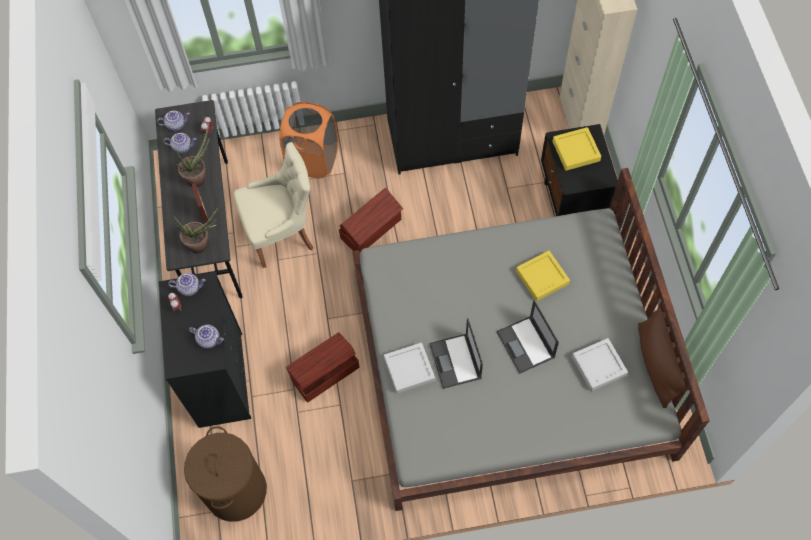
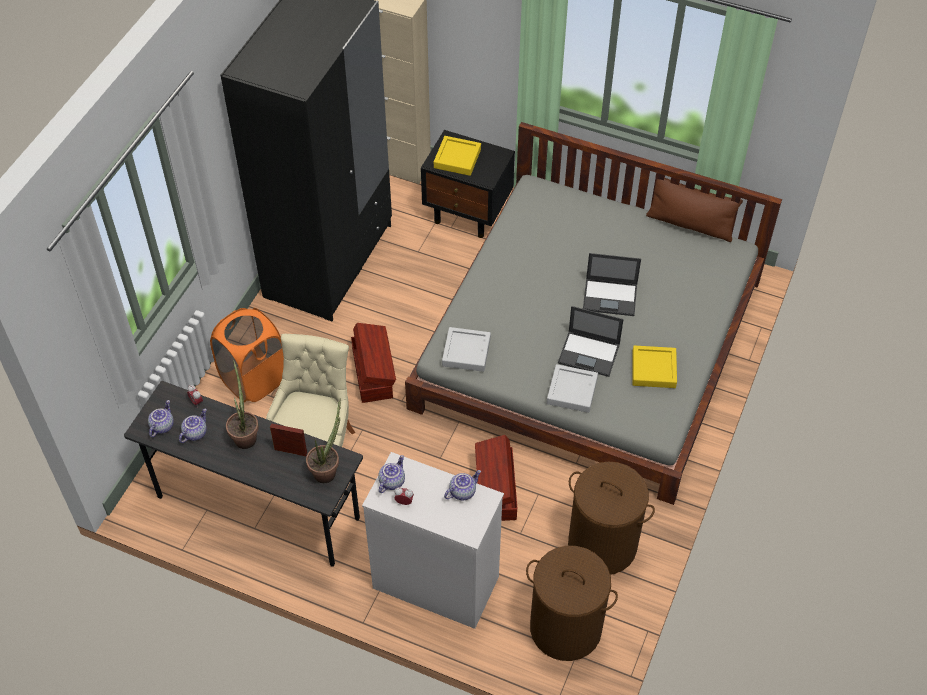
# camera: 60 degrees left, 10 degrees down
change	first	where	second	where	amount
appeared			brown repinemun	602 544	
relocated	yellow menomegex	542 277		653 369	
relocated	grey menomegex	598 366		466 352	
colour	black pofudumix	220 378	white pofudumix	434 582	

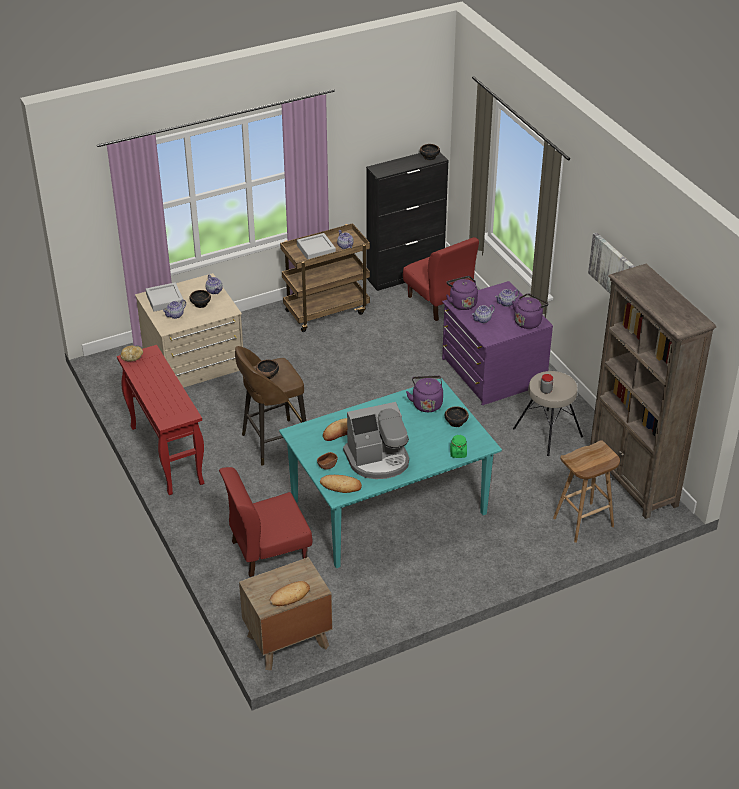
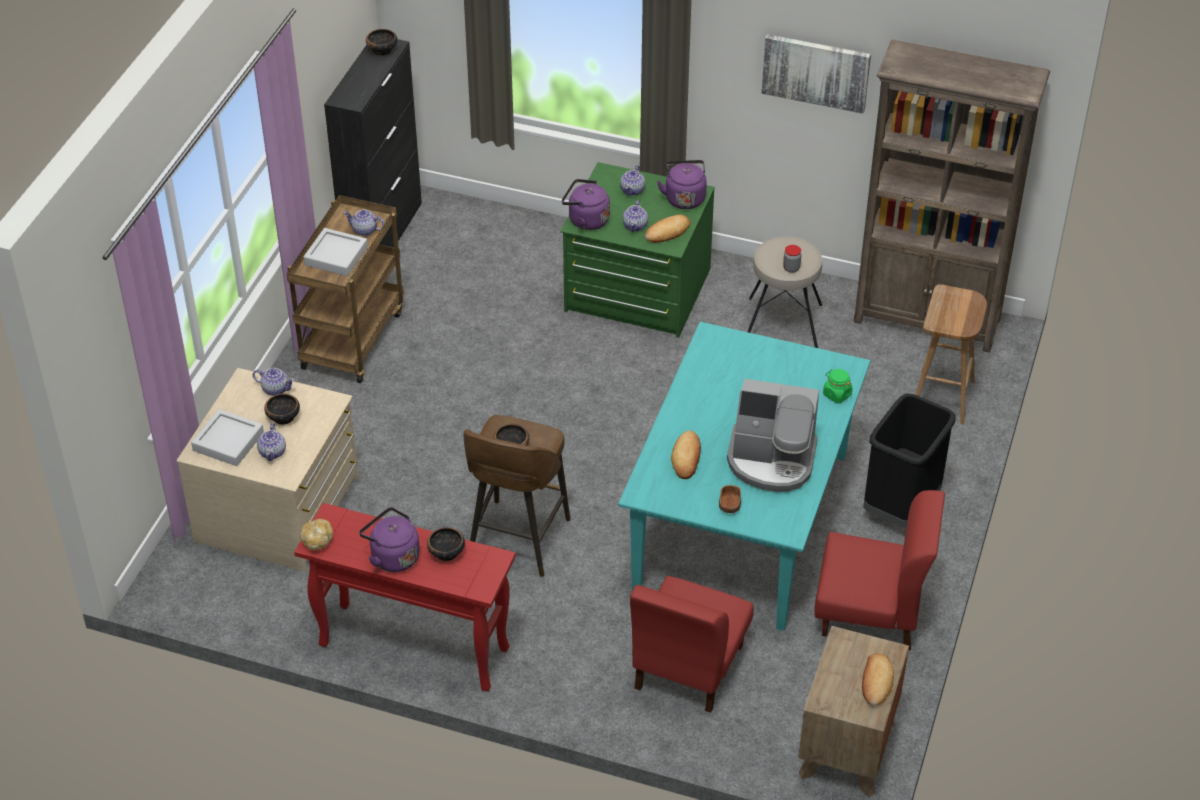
# camera: 45 degrees left, 5 degrees up
change	first	where	second	where	amount
appeared			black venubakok	901 507	
relocated	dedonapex	341 486		667 232	
relocated	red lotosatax	439 301		870 613	
relocated	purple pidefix	426 403		392 556	
relocated	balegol	455 422		446 553	
colour	purple pofudumix	492 372	green pofudumix	637 291	
spun	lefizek	378 460		771 461	75 degrees clockwise

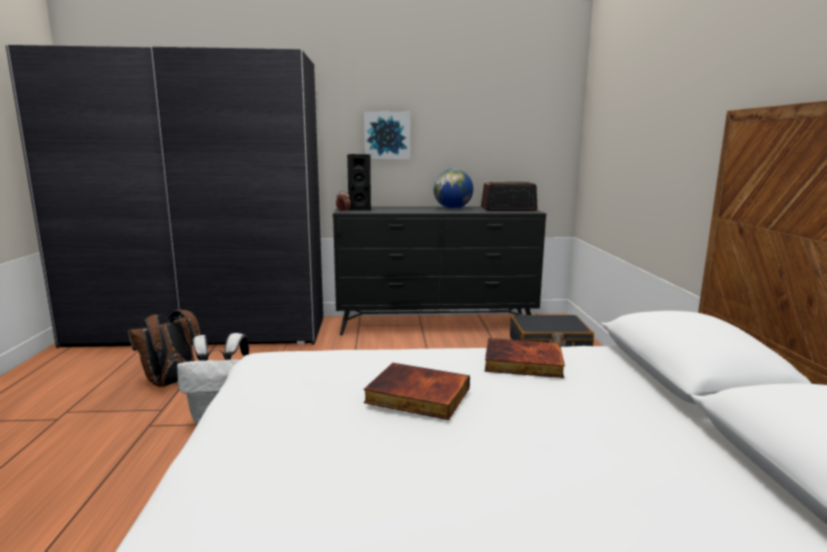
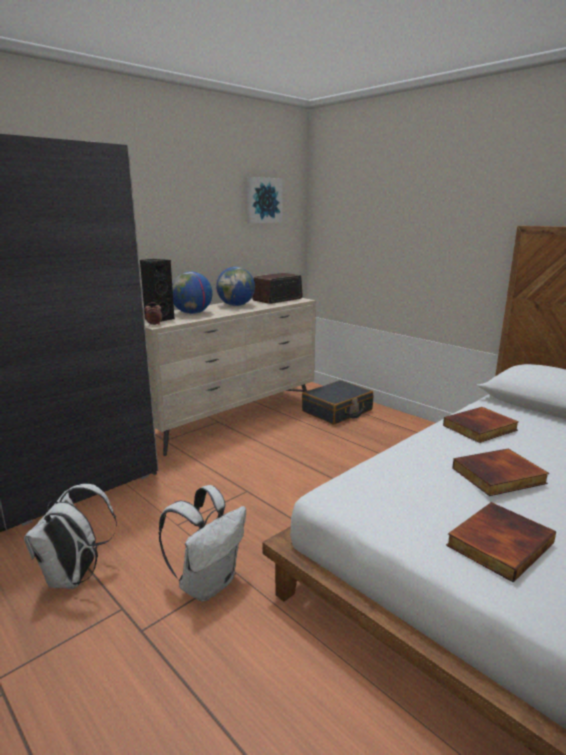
# camera: 40 degrees left, 5 degrees up
change	first	where	second	where	amount
appeared			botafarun	192 313	
appeared			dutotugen	498 543	
relocated	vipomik	387 135		263 200	
colour	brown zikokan	172 382	white zikokan	75 577	
colour	black pofudumix	436 325	beige pofudumix	232 418	

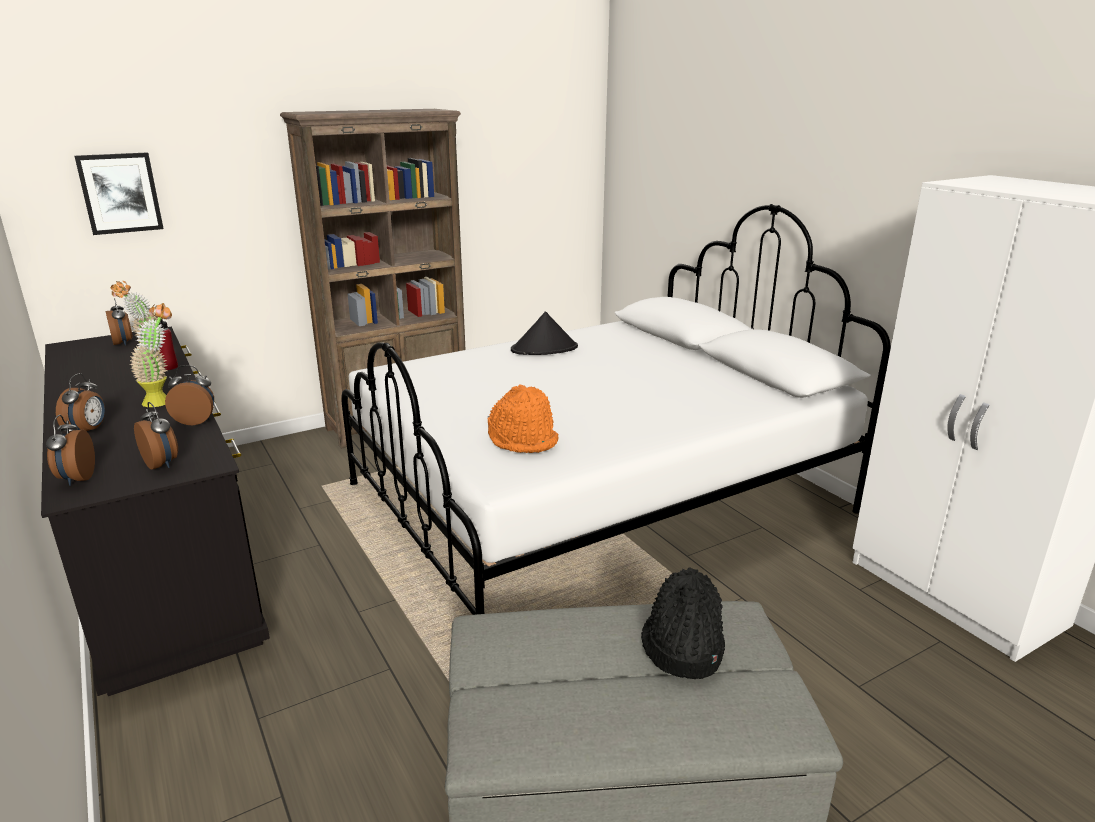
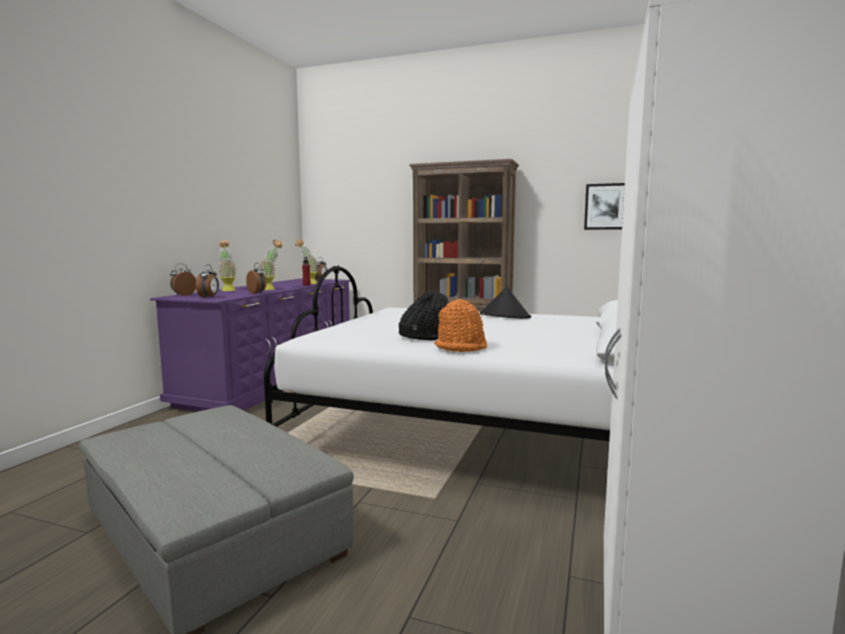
# camera: 50 degrees right, 15 degrees down
change	first	where	second	where	amount
relocated	vipomik	120 193		605 206	
relocated	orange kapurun	523 440		461 347	
relocated	black kapurun	681 647		425 336	
exchanged	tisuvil	88 431	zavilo	227 290	
colour	black pofudumix	164 556	purple pofudumix	274 380	

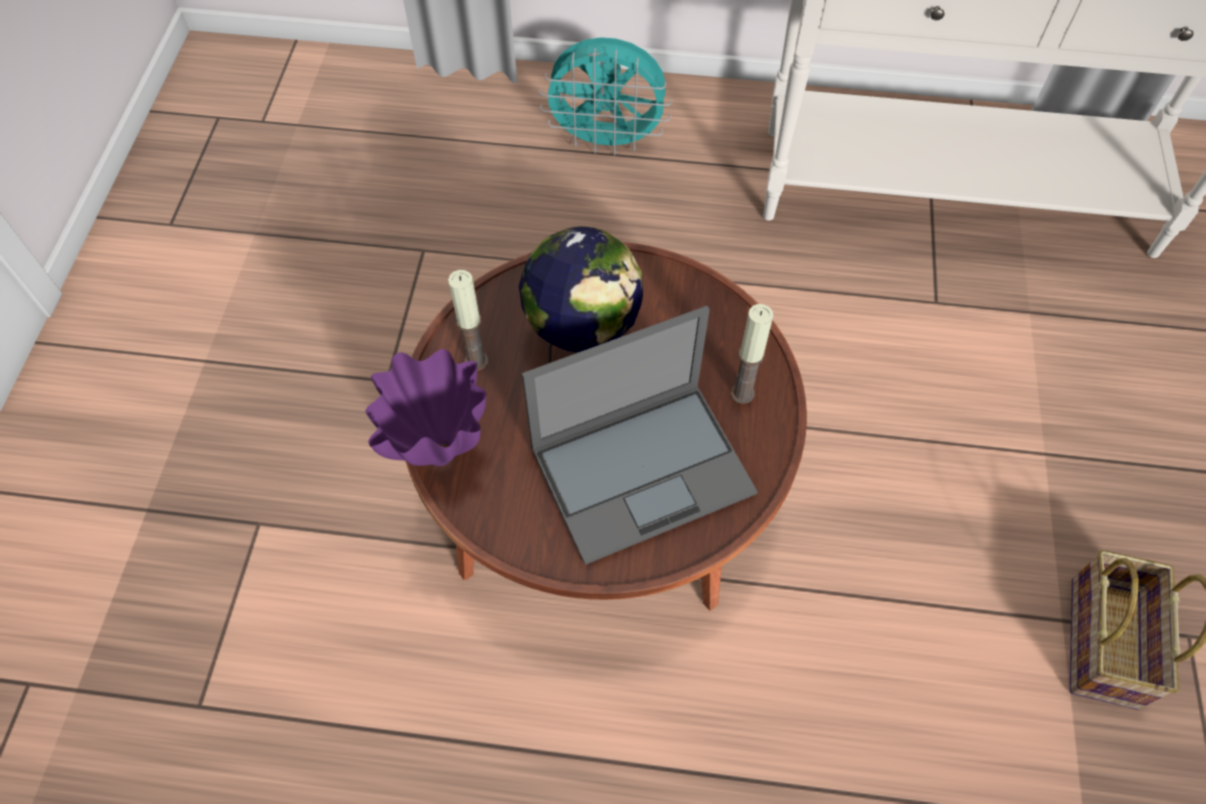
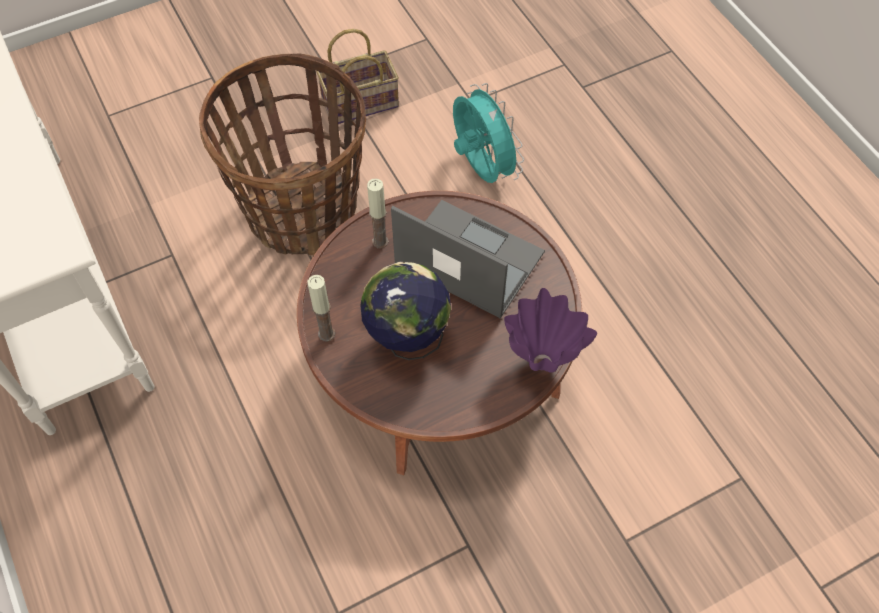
# camera: 125 degrees left, 0 degrees up
change	first	where	second	where	amount
appeared			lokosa	303 211	
relocated	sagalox	476 361		326 334	
relocated	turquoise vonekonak	607 141		481 169	

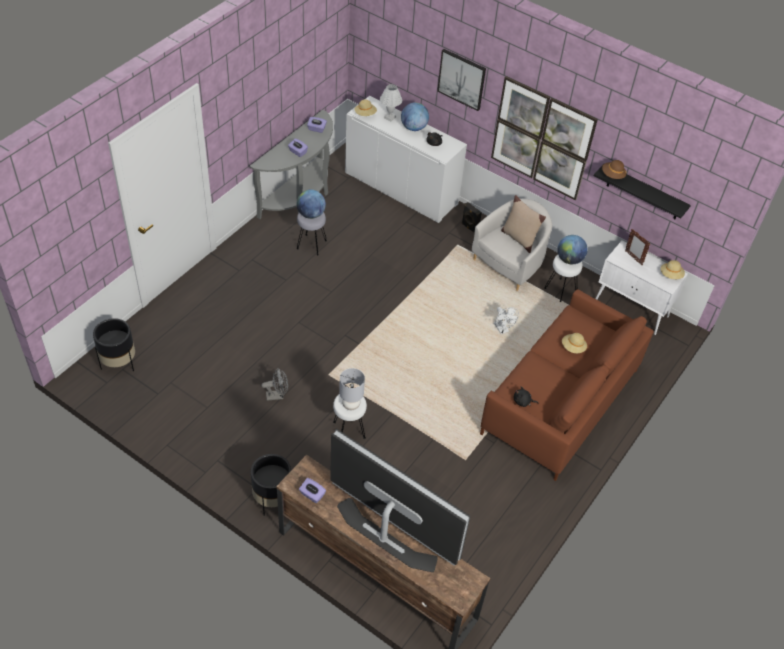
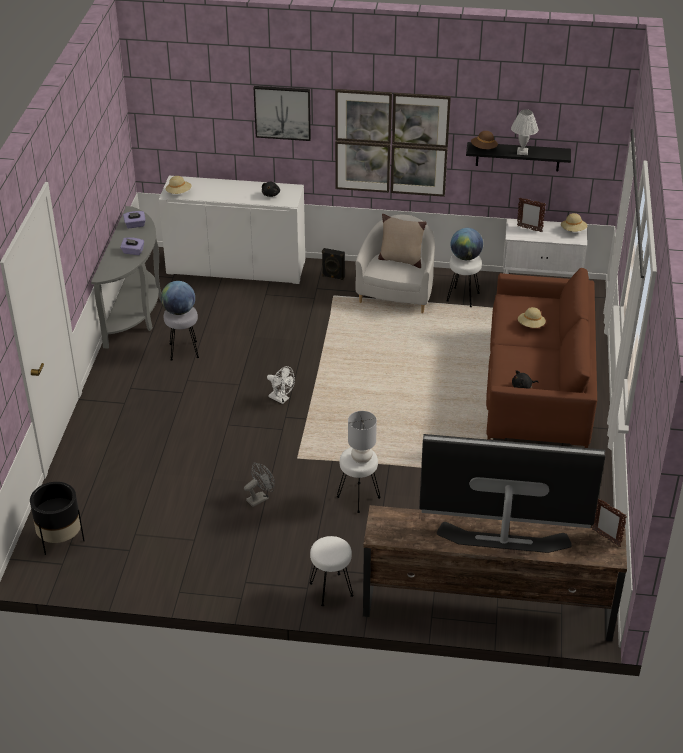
# camera: 25 degrees left, 10 degrees down
change	first	where	second	where	amount
missing	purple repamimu	312 495			
missing	botafarun	413 127			
appeared			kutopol	605 538	
relocated	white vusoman	389 117		522 152	
relocated	white vonekonak	502 329		281 399	
exchanged	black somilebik	272 498	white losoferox	331 590	

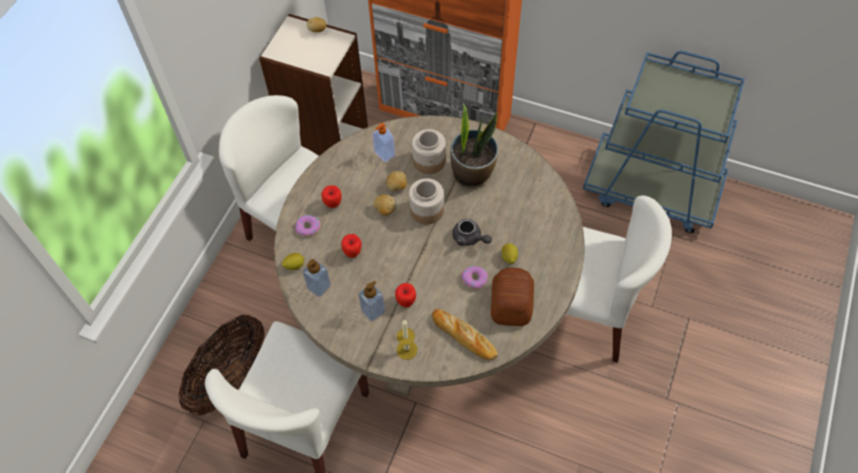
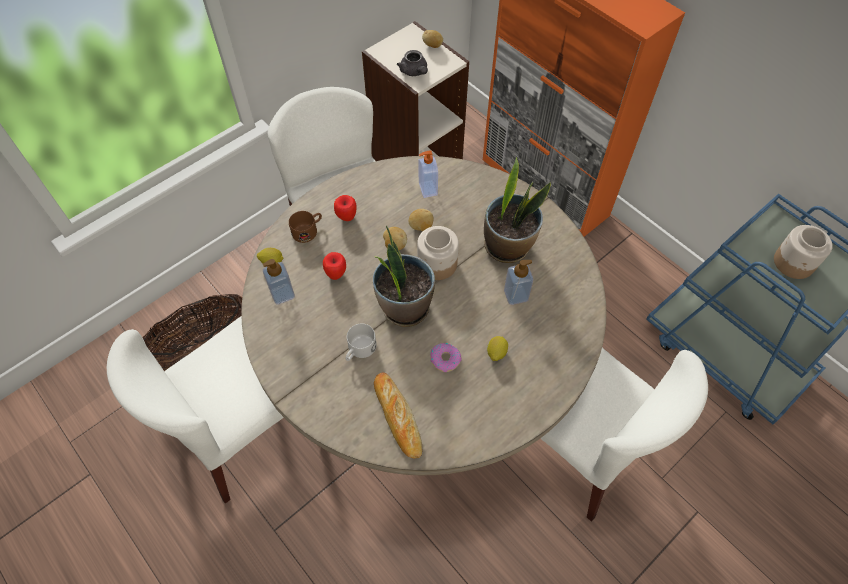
# camera: 25 degrees right, 0 degrees up
change	first	where	second	where	amount
missing	sagalox	407 350			
missing	dedonapex	510 304			
appeared			zavilo	404 307	
relocated	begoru	373 310		515 295	
relocated	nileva	429 161		794 263	
relocated	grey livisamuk	470 238		414 72	
exchanged	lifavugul	308 228	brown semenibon	308 230	
exchanged	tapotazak	406 302	white semenibon	359 350	

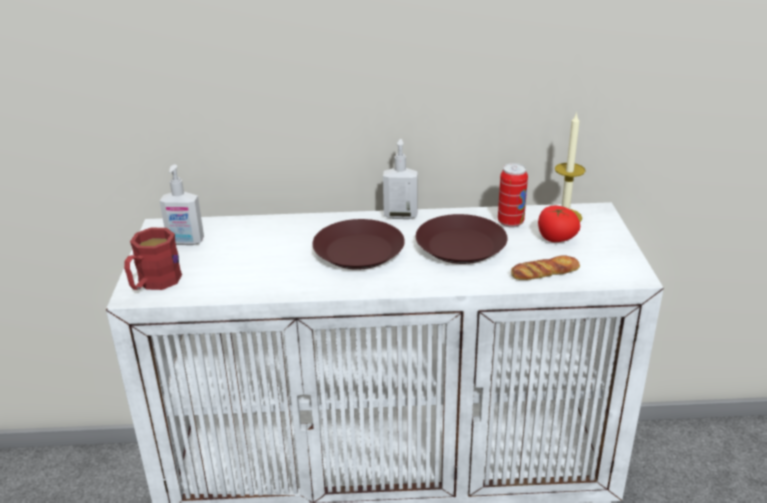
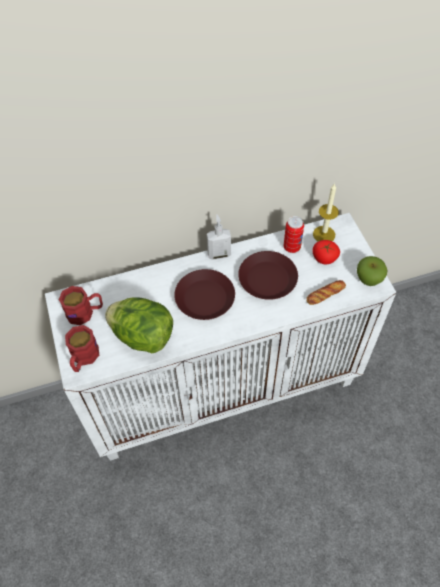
# camera: 15 degrees left, 25 degrees up
change	first	where	second	where	amount
appeared			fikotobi	143 336	
appeared			tapotazak	368 279	
exchanged	begoru	185 242	red semenibon	85 312	

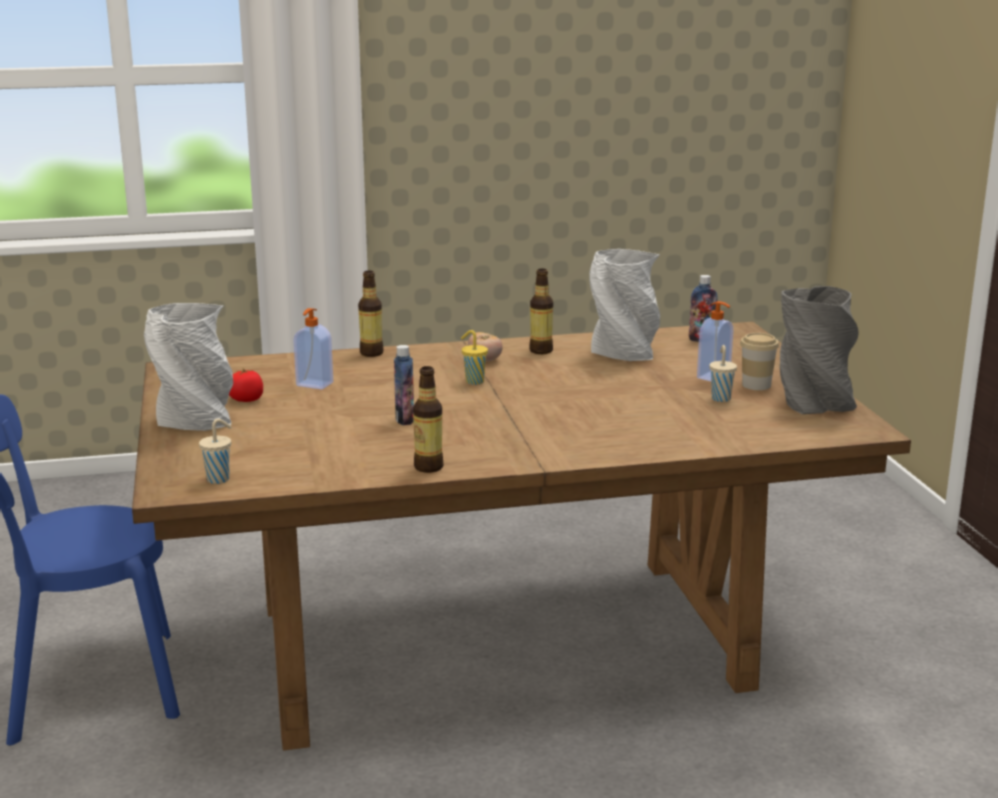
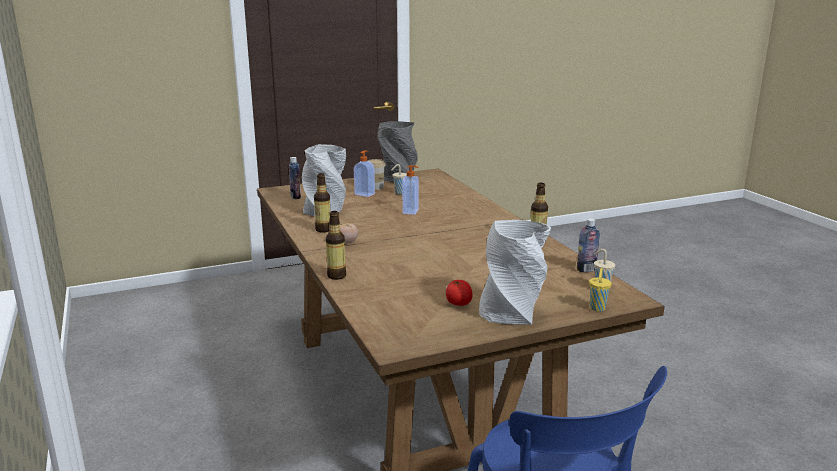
# camera: 100 degrees left, 0 degrees up
change	first	where	second	where	amount
relocated	begoru	314 385		411 211	
relocated	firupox	404 420		586 269	
relocated	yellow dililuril	473 381		597 308	

